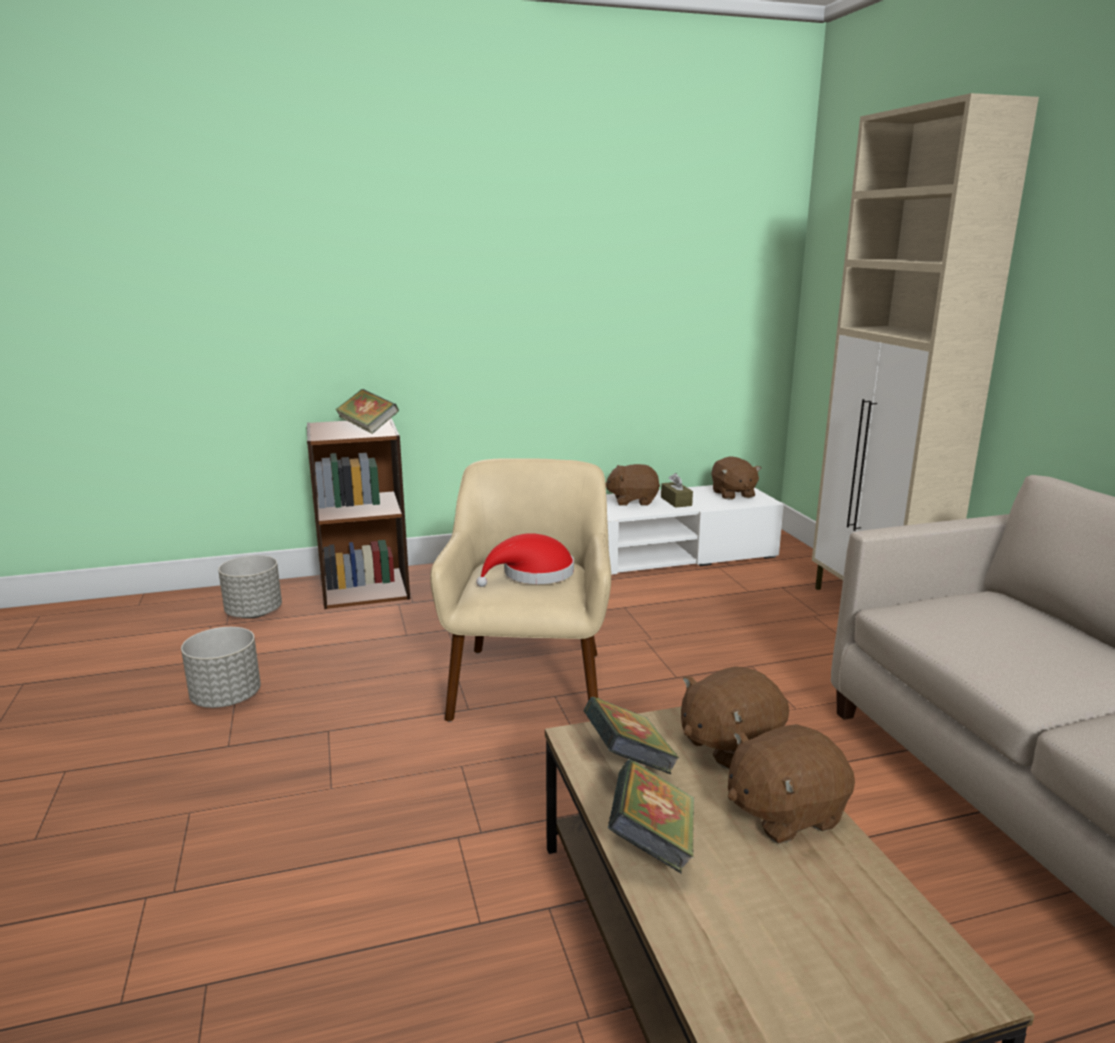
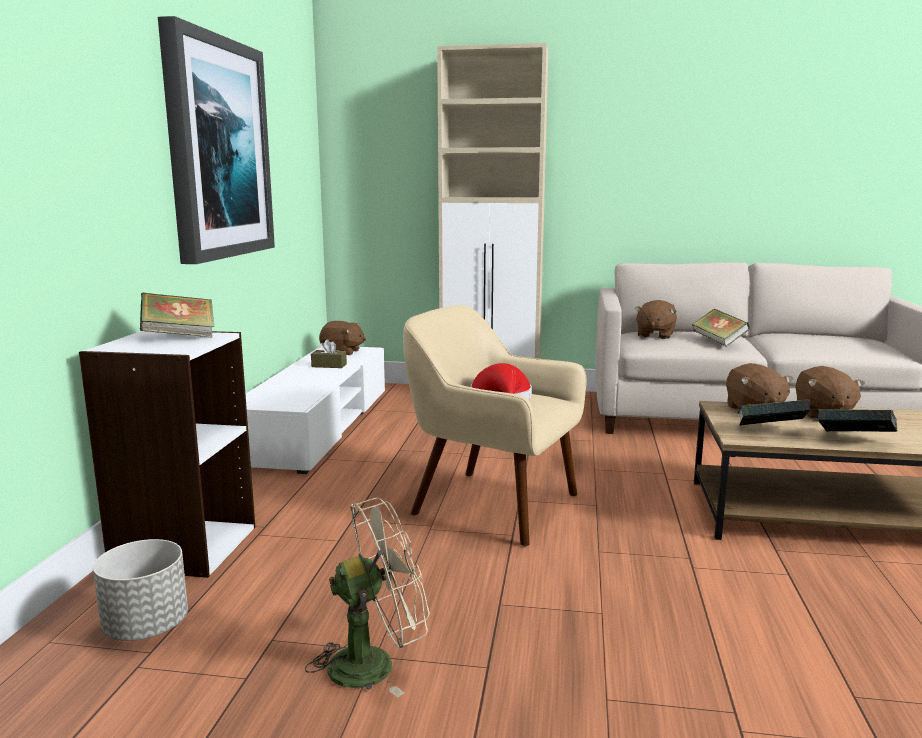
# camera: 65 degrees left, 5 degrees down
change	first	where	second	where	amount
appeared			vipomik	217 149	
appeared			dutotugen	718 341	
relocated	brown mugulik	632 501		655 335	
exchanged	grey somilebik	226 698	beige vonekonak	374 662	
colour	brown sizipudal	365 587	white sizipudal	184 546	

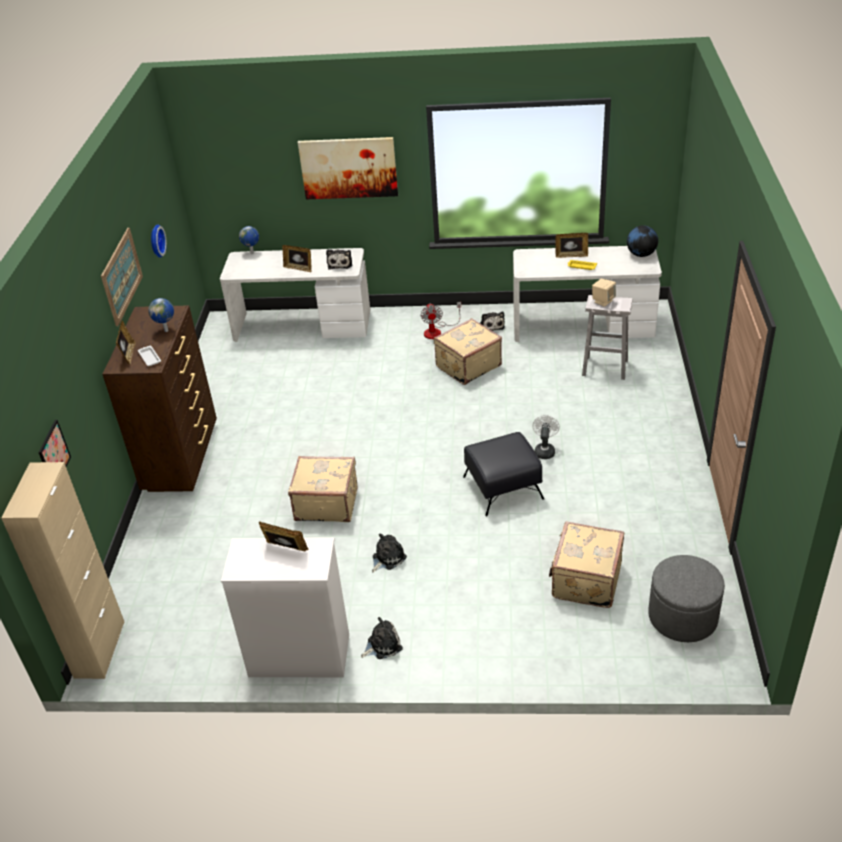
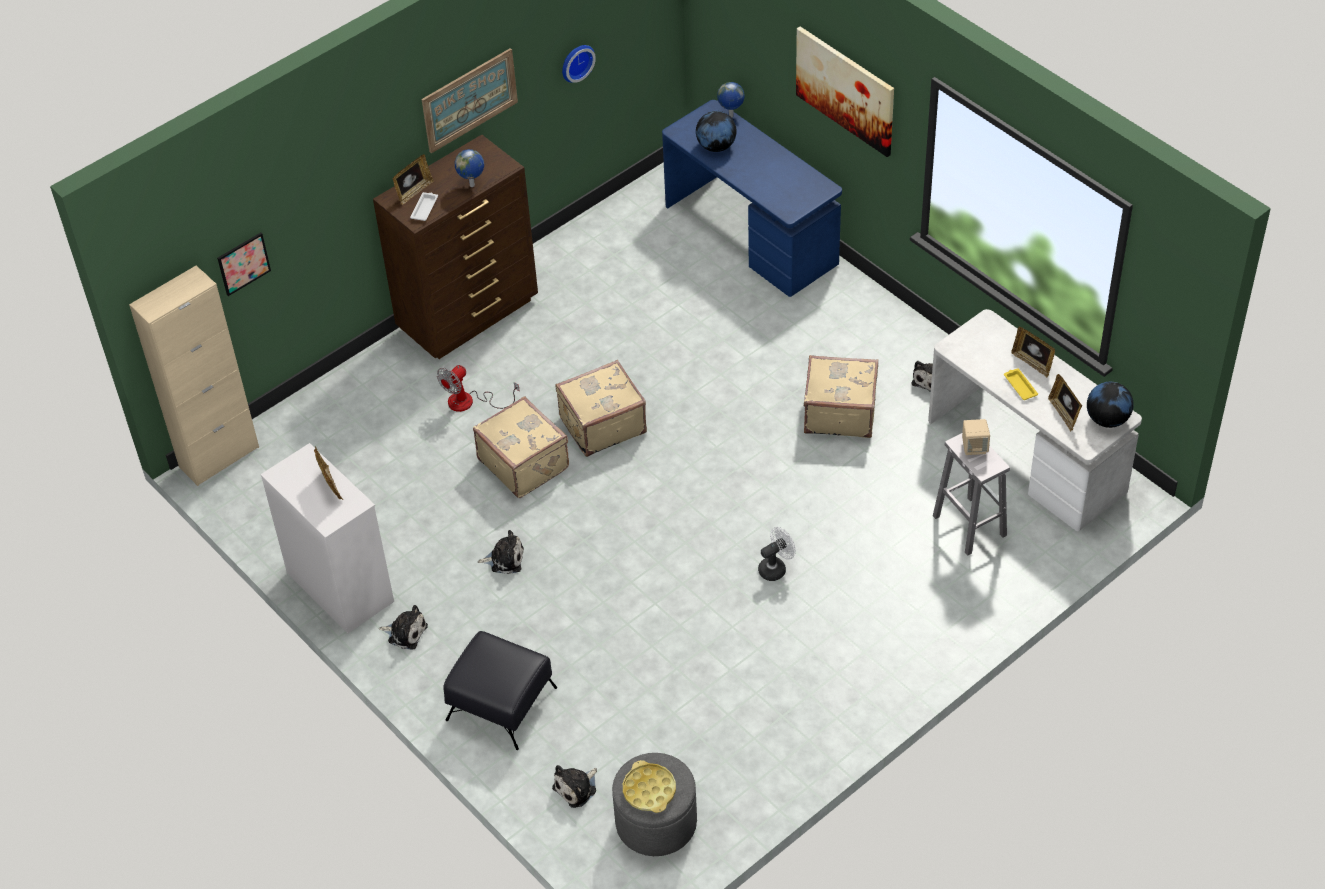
# camera: 45 degrees right, 10 degrees up
change	first	where	second	where	amount
appeared			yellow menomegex	649 790	
appeared			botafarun	716 146	
relocated	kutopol	299 268		1064 414	
relocated	mugulik	340 264		577 788	
relocated	vonekonak	437 331		470 402	
relocated	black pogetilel	503 487		502 704	
relocated	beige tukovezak	585 580		601 424	
colour	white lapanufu	302 325	blue lapanufu	751 234	

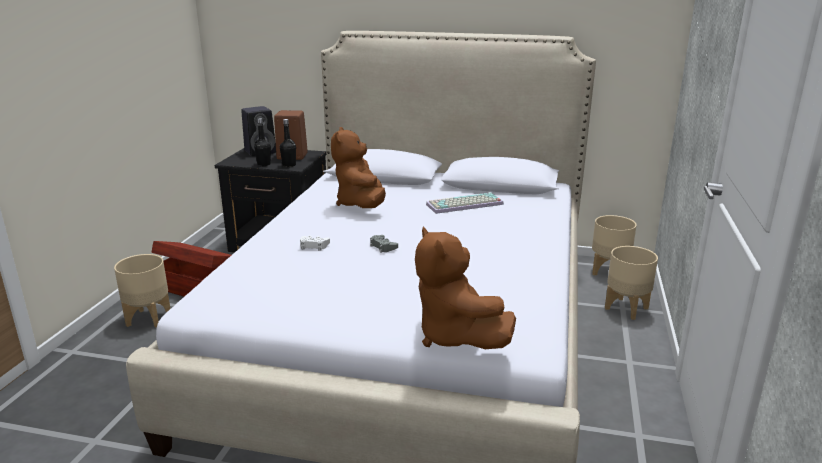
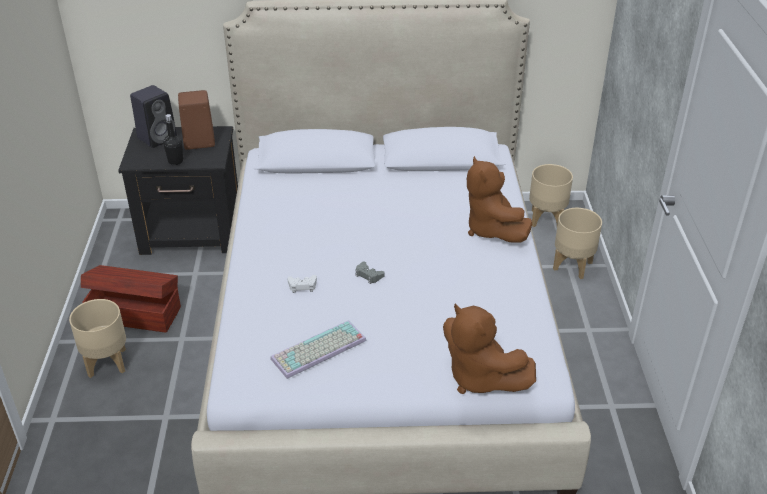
# camera: 15 degrees left, 15 degrees up
change	first	where	second	where	amount
missing	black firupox	289 165			
relocated	brown mugulik	361 204		492 230	
relocated	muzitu	464 205		318 351	

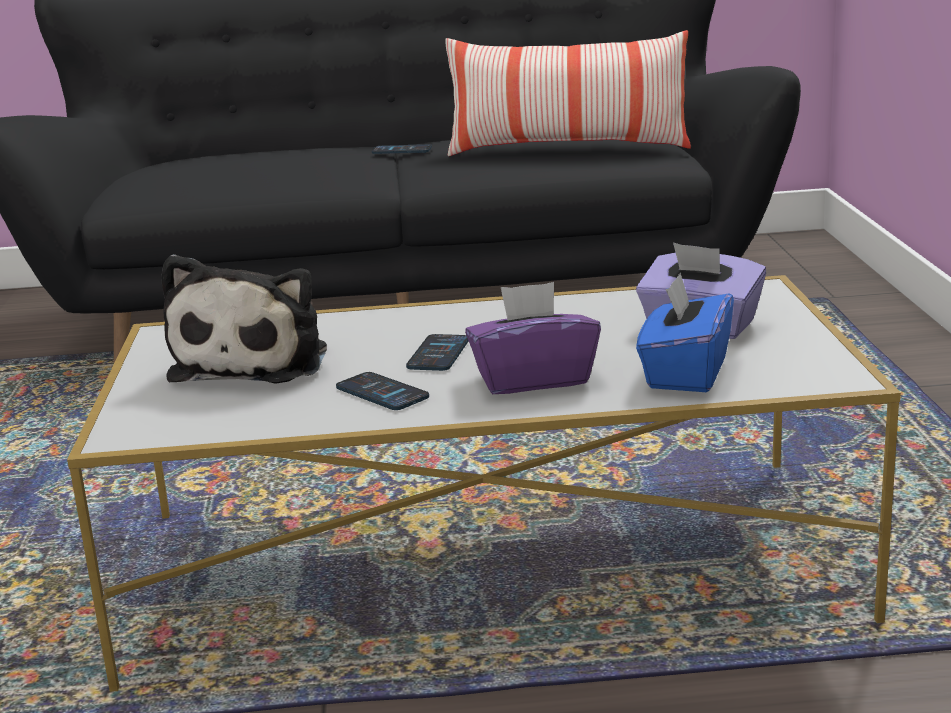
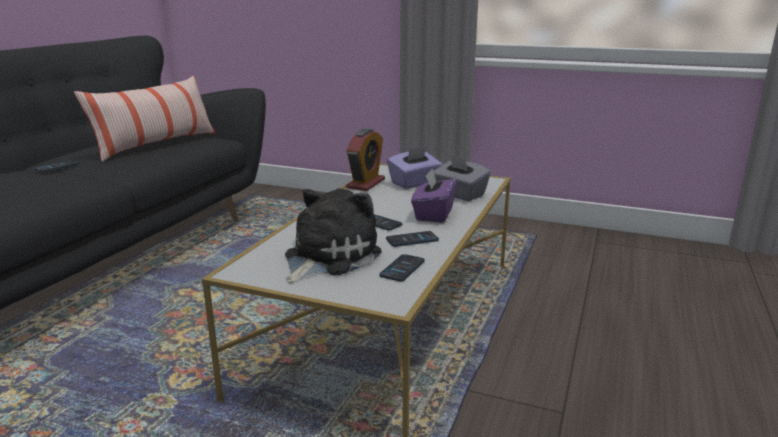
# camera: 65 degrees left, 0 degrees up
change	first	where	second	where	amount
appeared			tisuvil	365 184	
appeared			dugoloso	402 268	
colour	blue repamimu	685 373	grey repamimu	459 194	
spun	mugulik	255 362		328 257	90 degrees counterclockwise

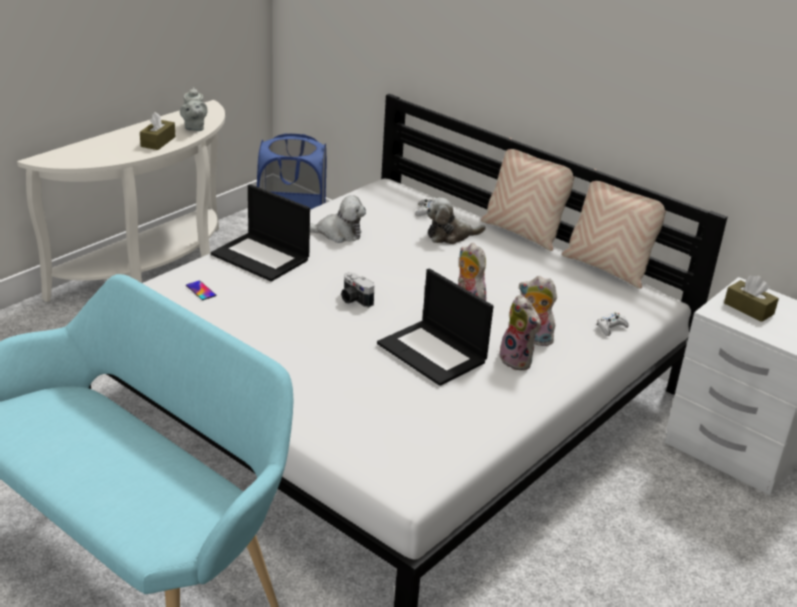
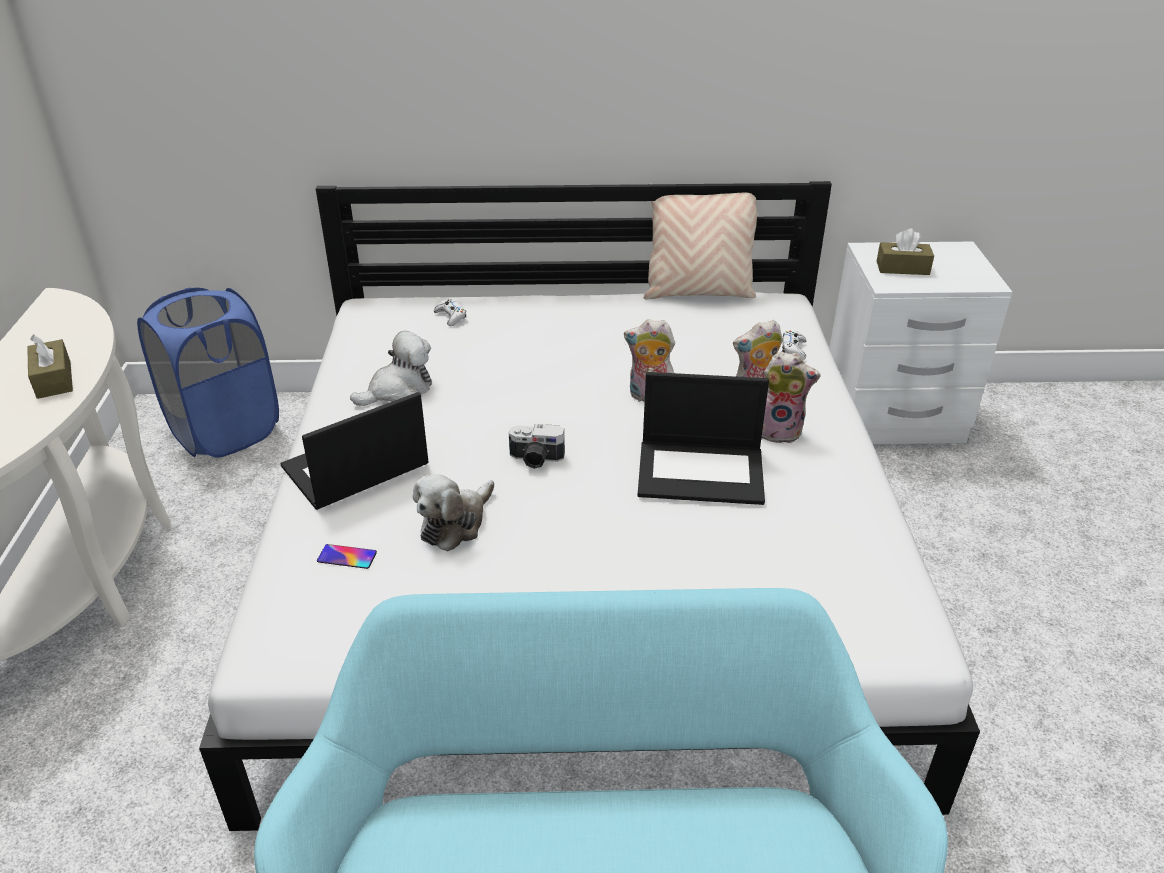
# camera: 40 degrees left, 5 degrees up
change	first	where	second	where	amount
missing	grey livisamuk	194 127			
missing	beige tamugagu	522 233			
relocated	mugulik	450 235		455 523	
spun	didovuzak	261 257		355 468	150 degrees clockwise

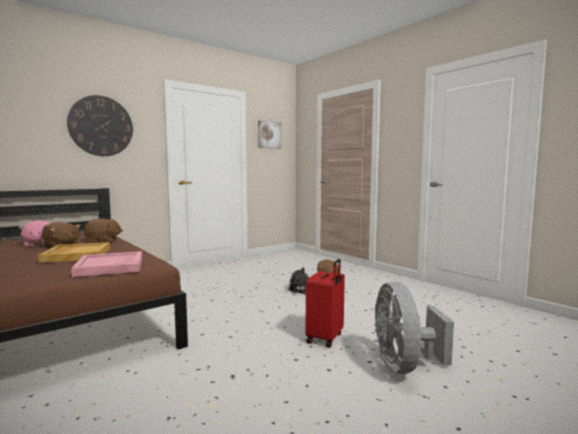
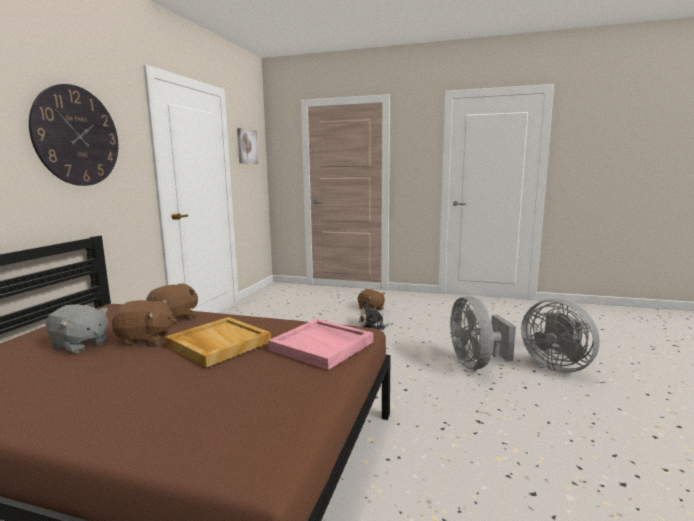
# camera: 35 degrees left, 5 degrees up
change	first	where	second	where	amount
exchanged	red tukovezak	326 338	grey vonekonak	476 363	
colour	pink mugulik	38 244	grey mugulik	80 345	

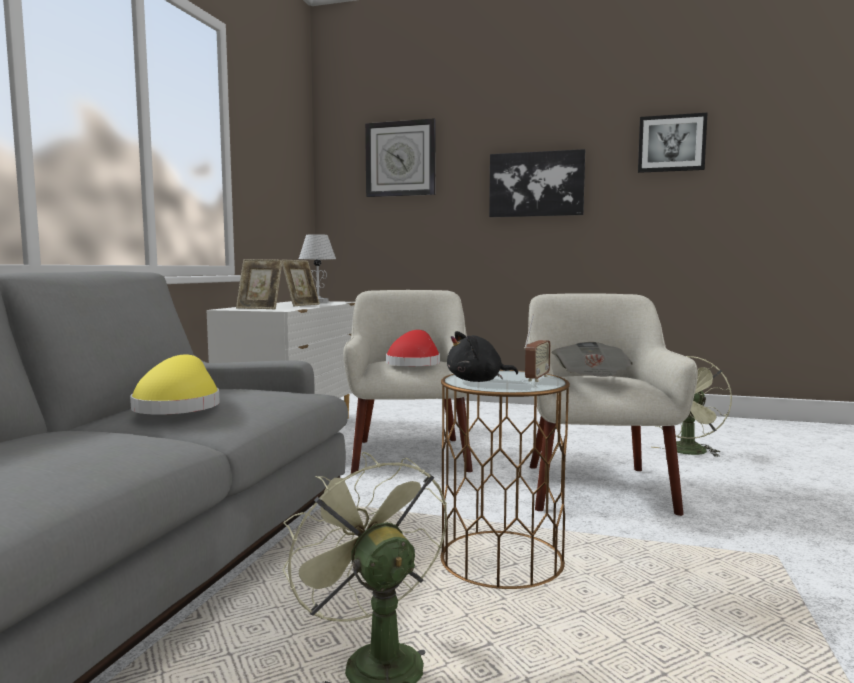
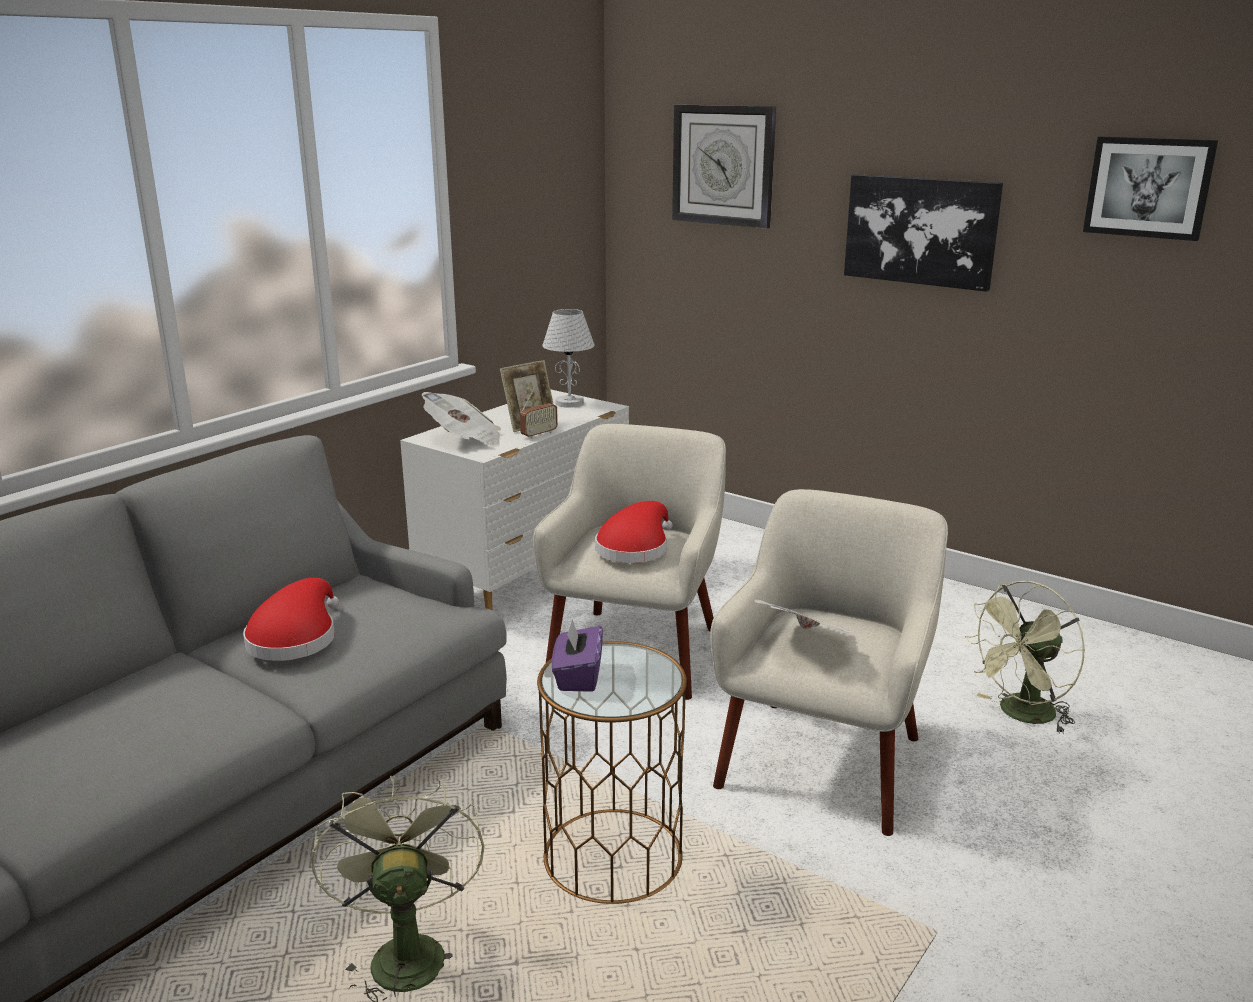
# camera: 20 degrees right, 15 degrees up
change	first	where	second	where	amount
relocated	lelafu	537 378		539 434	
exchanged	kutopol	260 308	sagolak	465 440	
exchanged	black mugulik	478 381	purple repamimu	578 676	
colour	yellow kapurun	179 406	red kapurun	295 638	

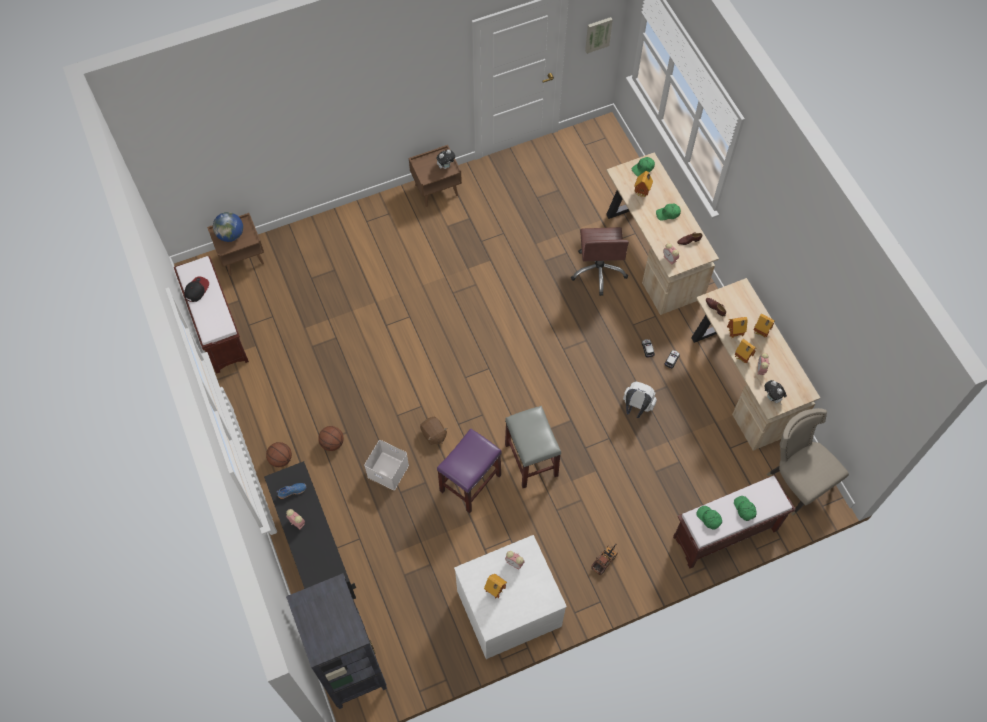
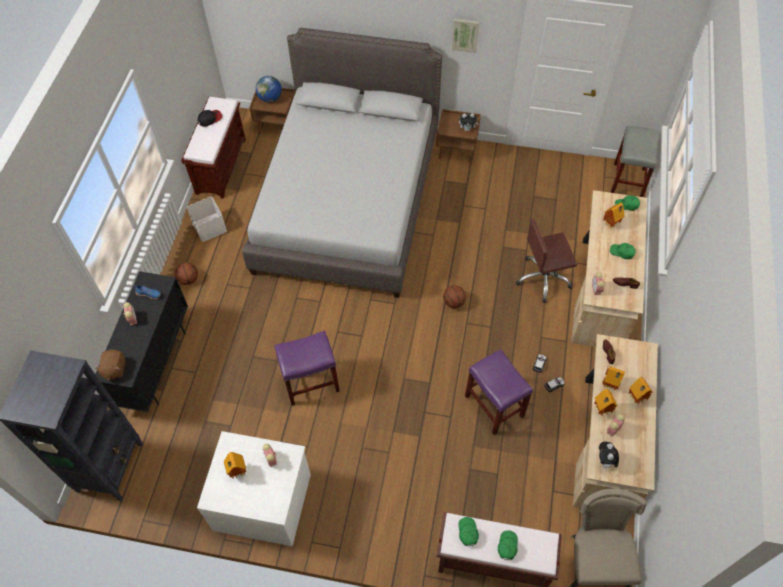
# camera: 35 degrees right, 5 degrees down
change	first	where	second	where	amount
missing	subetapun	605 560			
appeared			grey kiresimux	348 202	
relocated	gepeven	332 443		454 302	
relocated	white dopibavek	389 470		210 227	
relocated	brown mugulik	433 434		114 369	
relocated	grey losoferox	532 460		628 182	
relocated	vipomik	597 34		465 34	
exchanged	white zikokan	636 407	purple losoferox	493 406	
spun	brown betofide	599 271		543 278	45 degrees clockwise

